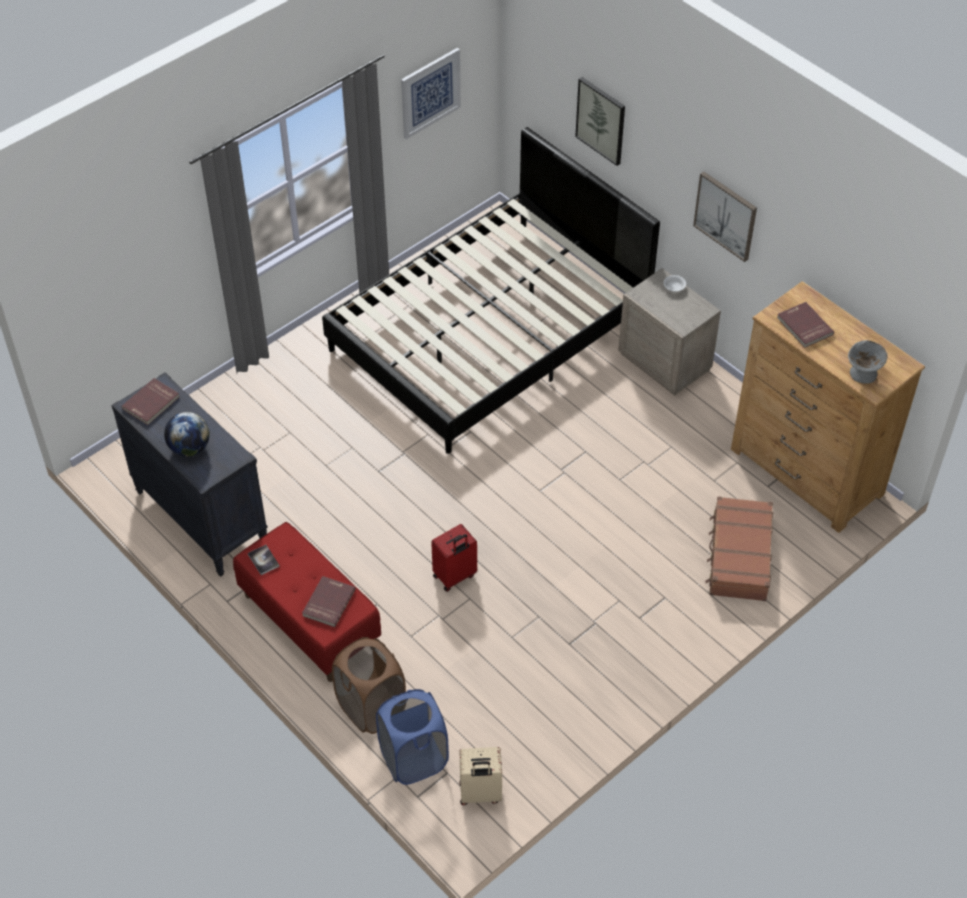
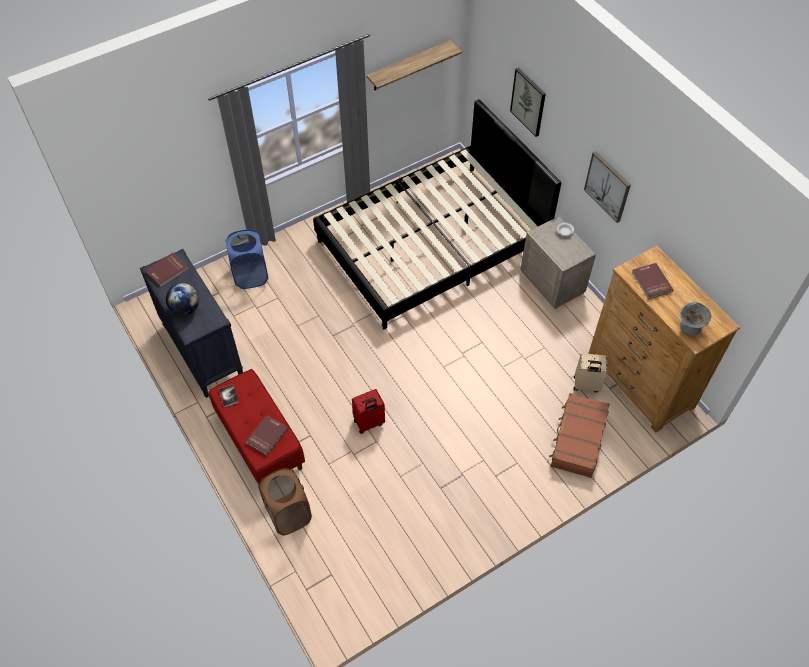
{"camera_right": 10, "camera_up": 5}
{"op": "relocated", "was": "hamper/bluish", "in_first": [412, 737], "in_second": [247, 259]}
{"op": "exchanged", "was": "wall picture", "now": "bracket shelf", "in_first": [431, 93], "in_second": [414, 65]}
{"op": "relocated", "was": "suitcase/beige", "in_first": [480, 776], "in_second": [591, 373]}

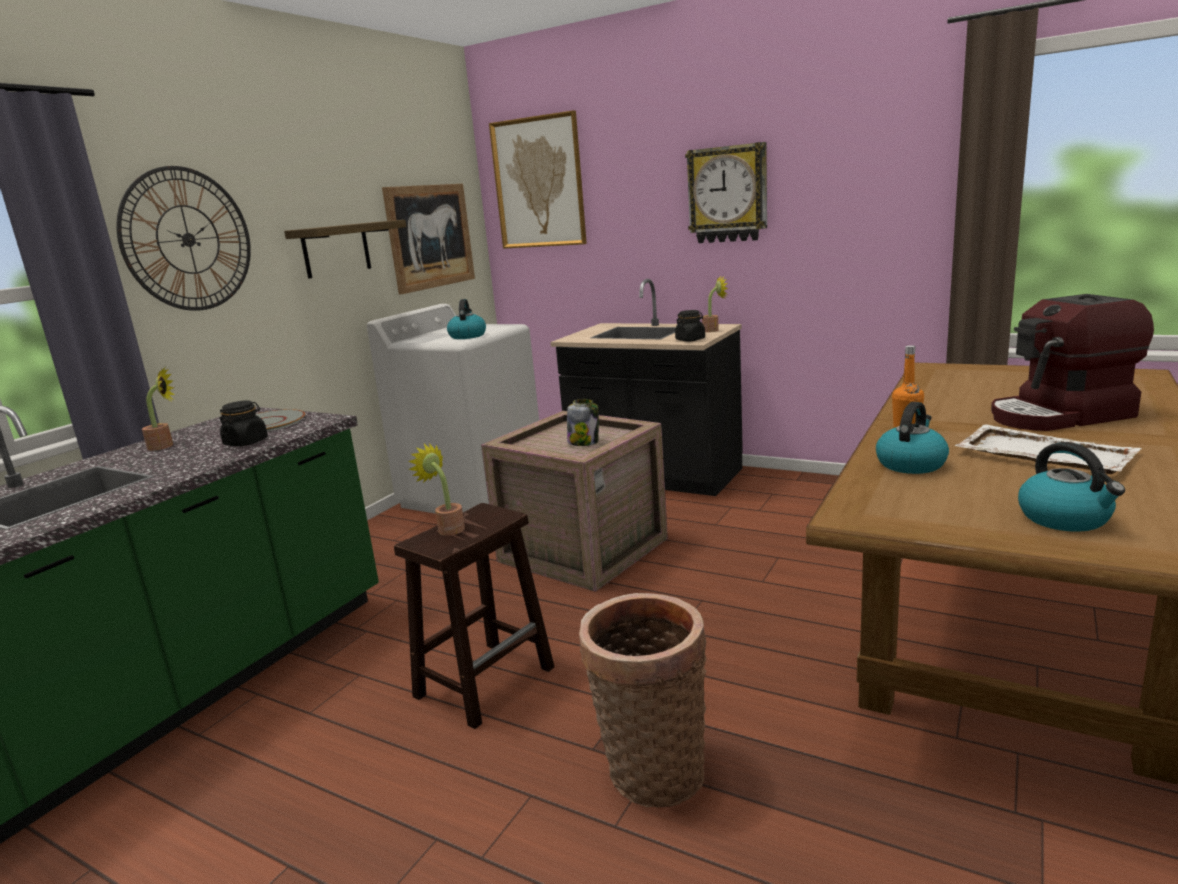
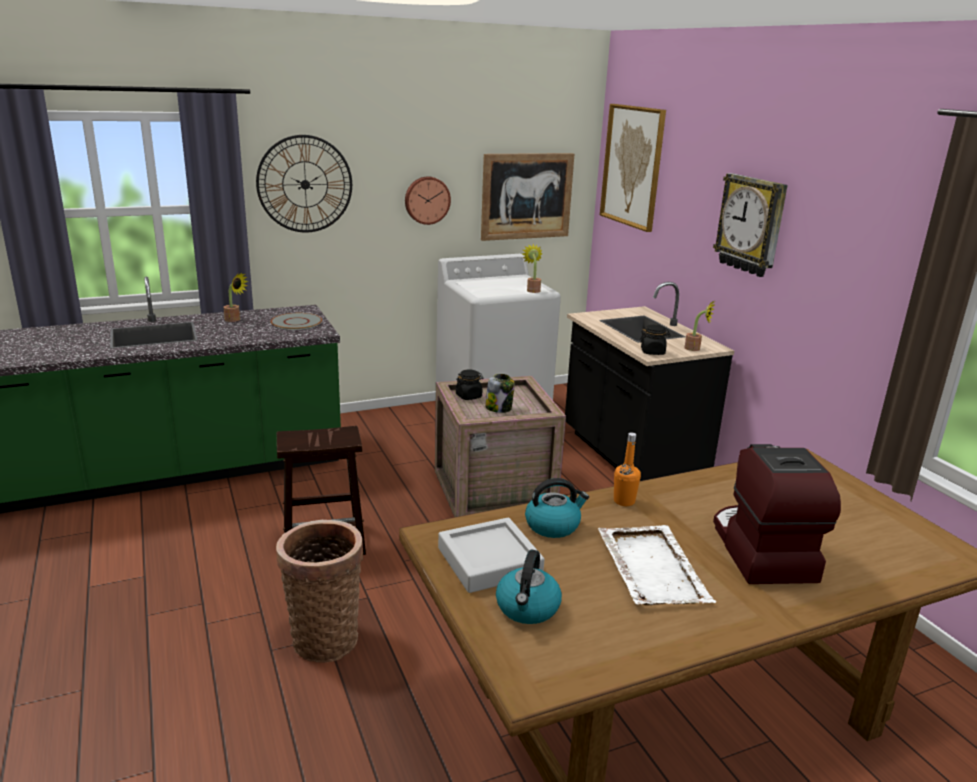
{"camera_right": 35, "camera_up": 5}
{"op": "relocated", "was": "jar/blackish", "in_first": [243, 423], "in_second": [469, 384]}
{"op": "exchanged", "was": "bracket shelf", "now": "hanging clock", "in_first": [345, 249], "in_second": [428, 200]}
{"op": "relocated", "was": "houseplant", "in_first": [436, 489], "in_second": [532, 268]}
{"op": "missing", "was": "water kettle", "in_first": [466, 319]}
{"op": "spun", "was": "coffee maker", "in_first": [1072, 362], "in_second": [777, 514], "clockwise": 60}
{"op": "appeared", "now": "carrying tray/gray", "in_second": [491, 555]}

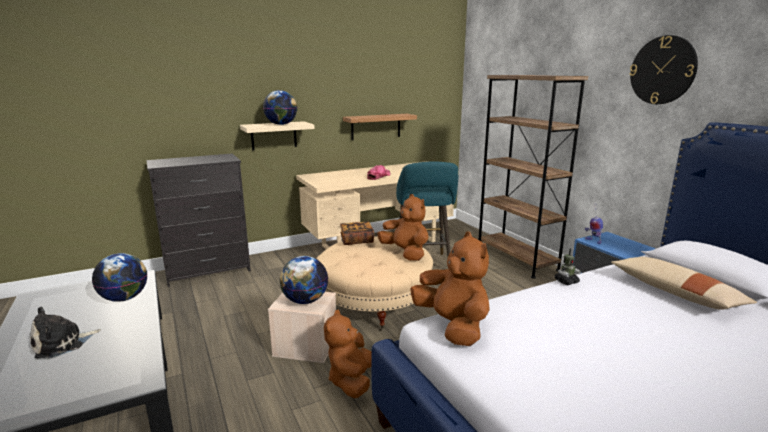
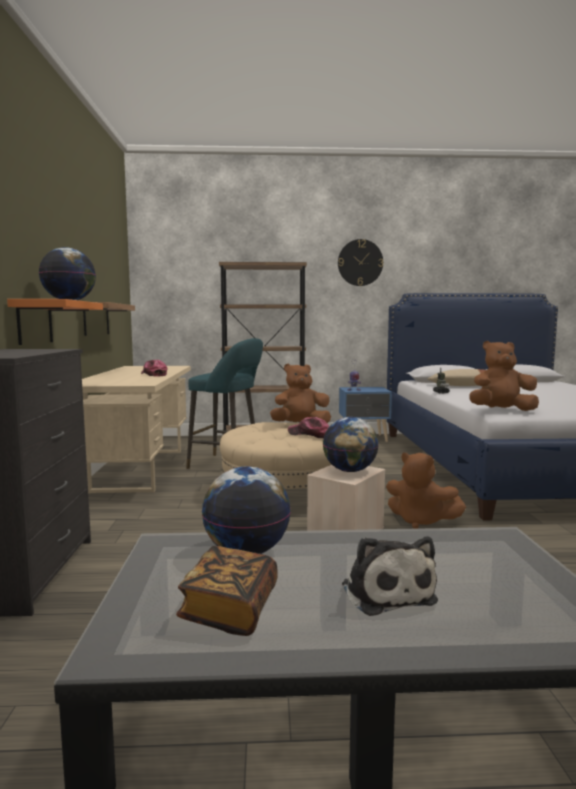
{"camera_right": -65, "camera_up": -10}
{"op": "colour", "was": "bracket shelf/beige", "now": "bracket shelf/orangey", "in_first": [277, 135], "in_second": [55, 322]}
{"op": "relocated", "was": "book", "in_first": [357, 233], "in_second": [227, 591]}
{"op": "appeared", "now": "peaked cap", "in_second": [308, 427]}

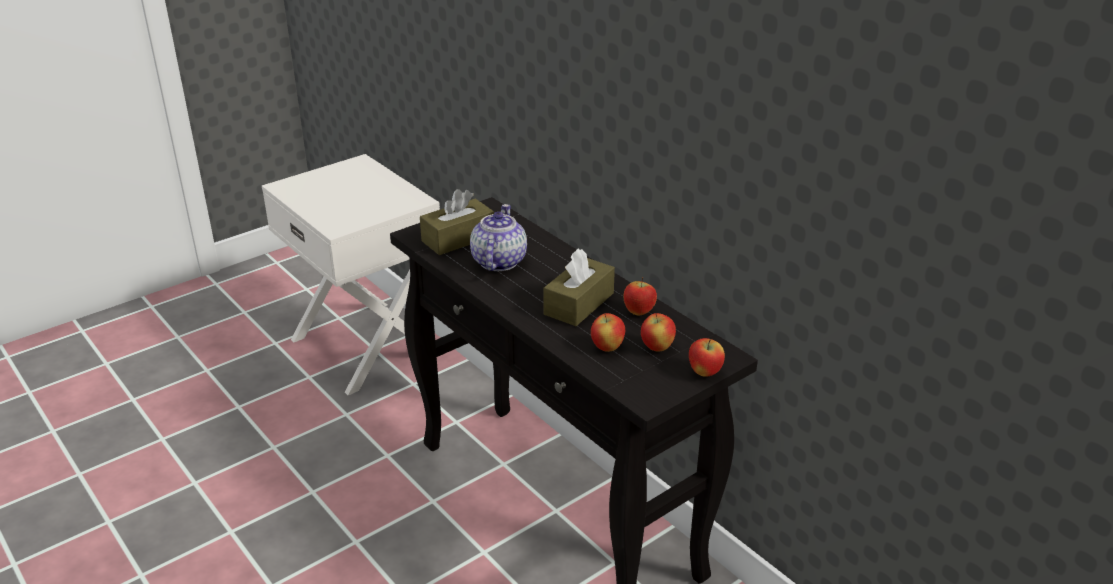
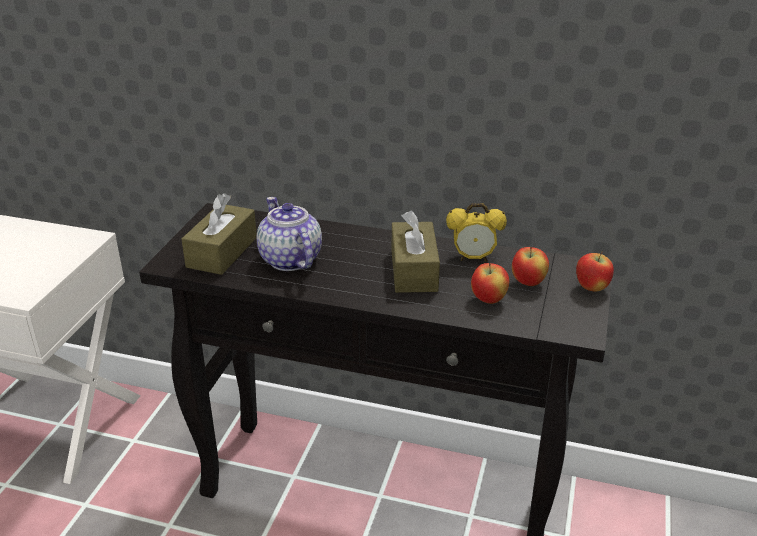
{"camera_right": -35, "camera_up": 0}
{"op": "exchanged", "was": "apple", "now": "alarm clock", "in_first": [640, 296], "in_second": [476, 232]}

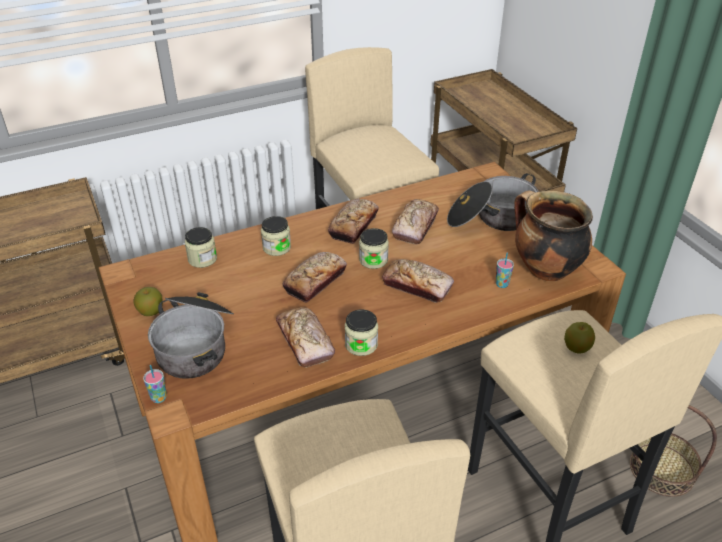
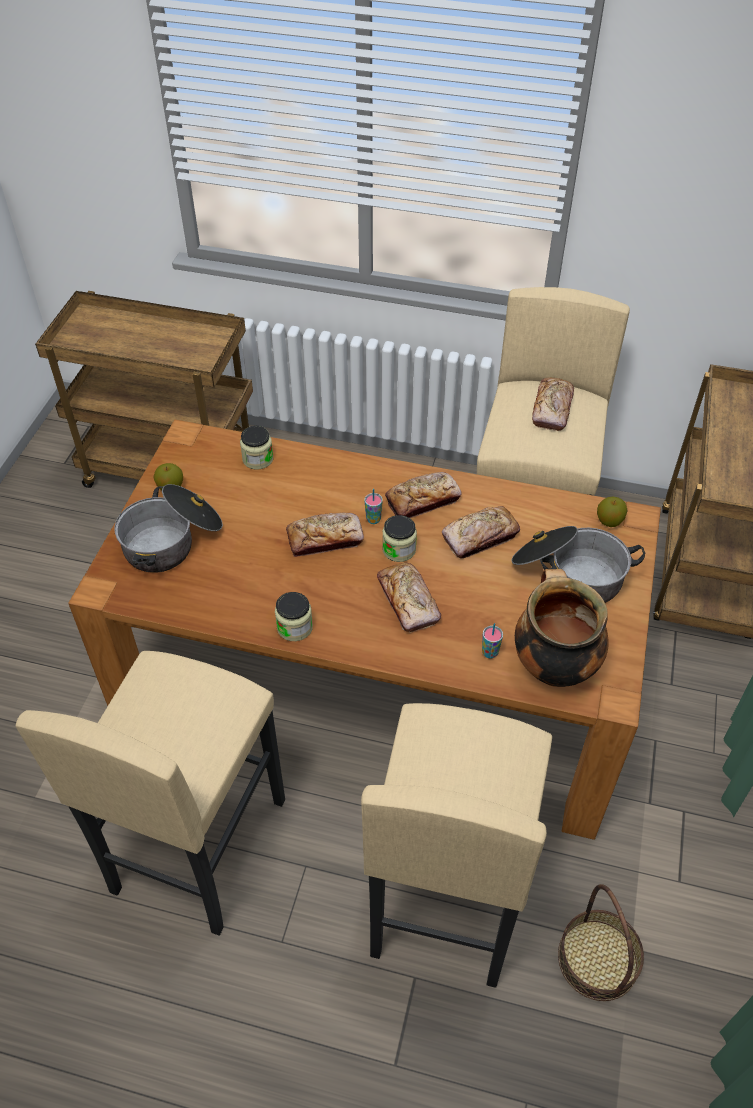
{"camera_right": 40, "camera_up": 10}
{"op": "relocated", "was": "small cup", "in_first": [155, 384], "in_second": [374, 506]}
{"op": "missing", "was": "jar", "in_first": [276, 236]}
{"op": "relocated", "was": "baked bread", "in_first": [305, 337], "in_second": [553, 404]}
{"op": "relocated", "was": "apple", "in_first": [579, 337], "in_second": [612, 512]}

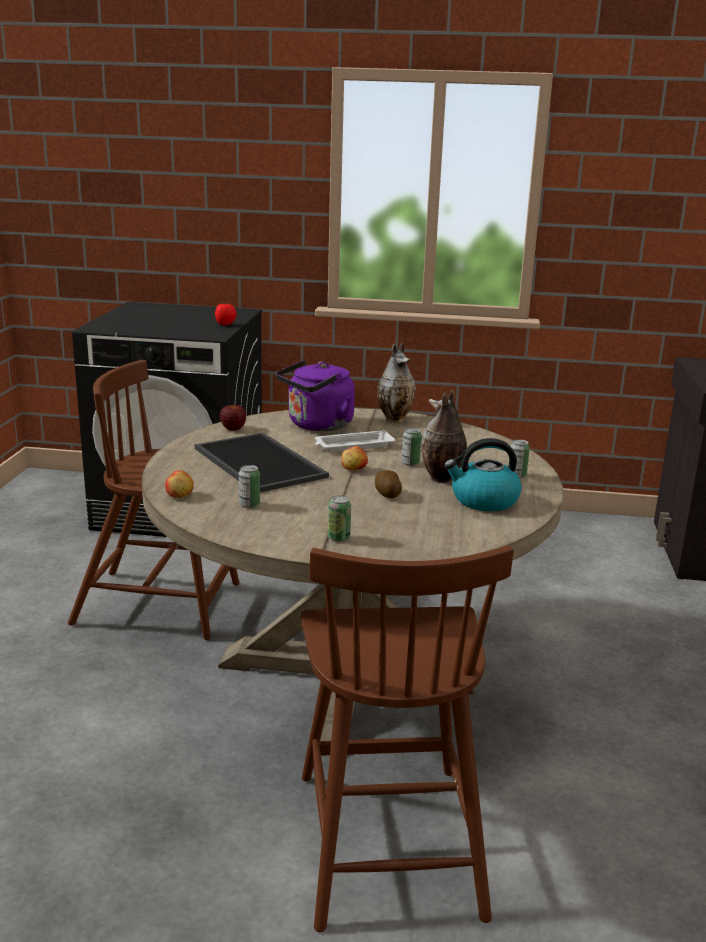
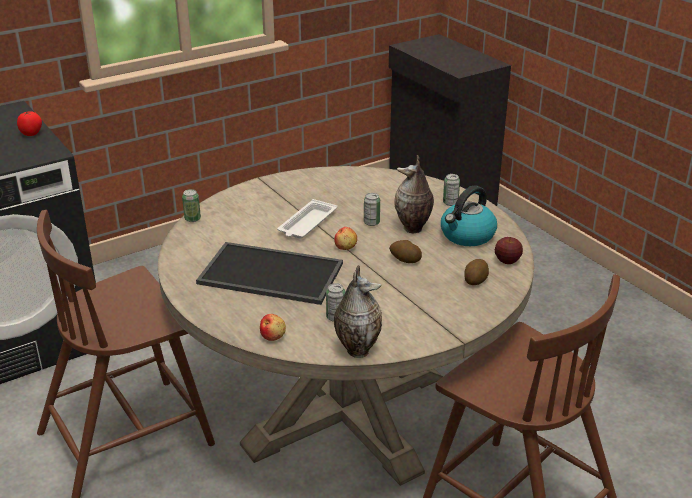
{"camera_right": -40, "camera_up": 10}
{"op": "relocated", "was": "apple", "in_first": [233, 417], "in_second": [509, 250]}
{"op": "missing", "was": "water kettle/purple-coloured", "in_first": [315, 395]}
{"op": "relocated", "was": "metal can", "in_first": [339, 518], "in_second": [191, 205]}
{"op": "relocated", "was": "vase", "in_first": [396, 383], "in_second": [358, 311]}
{"op": "appeared", "now": "spud", "in_second": [477, 272]}

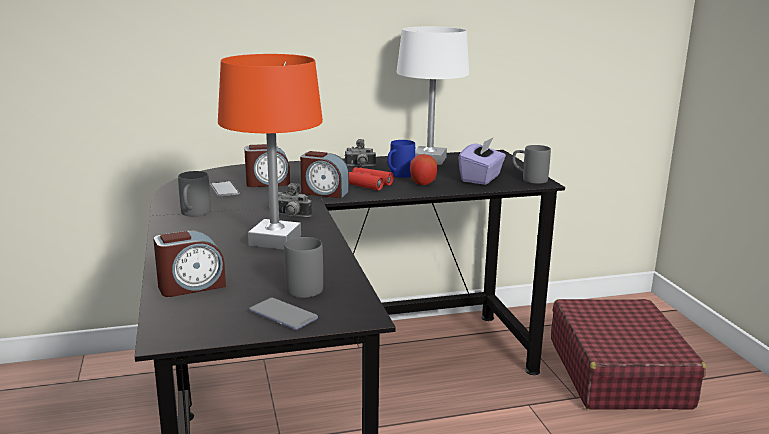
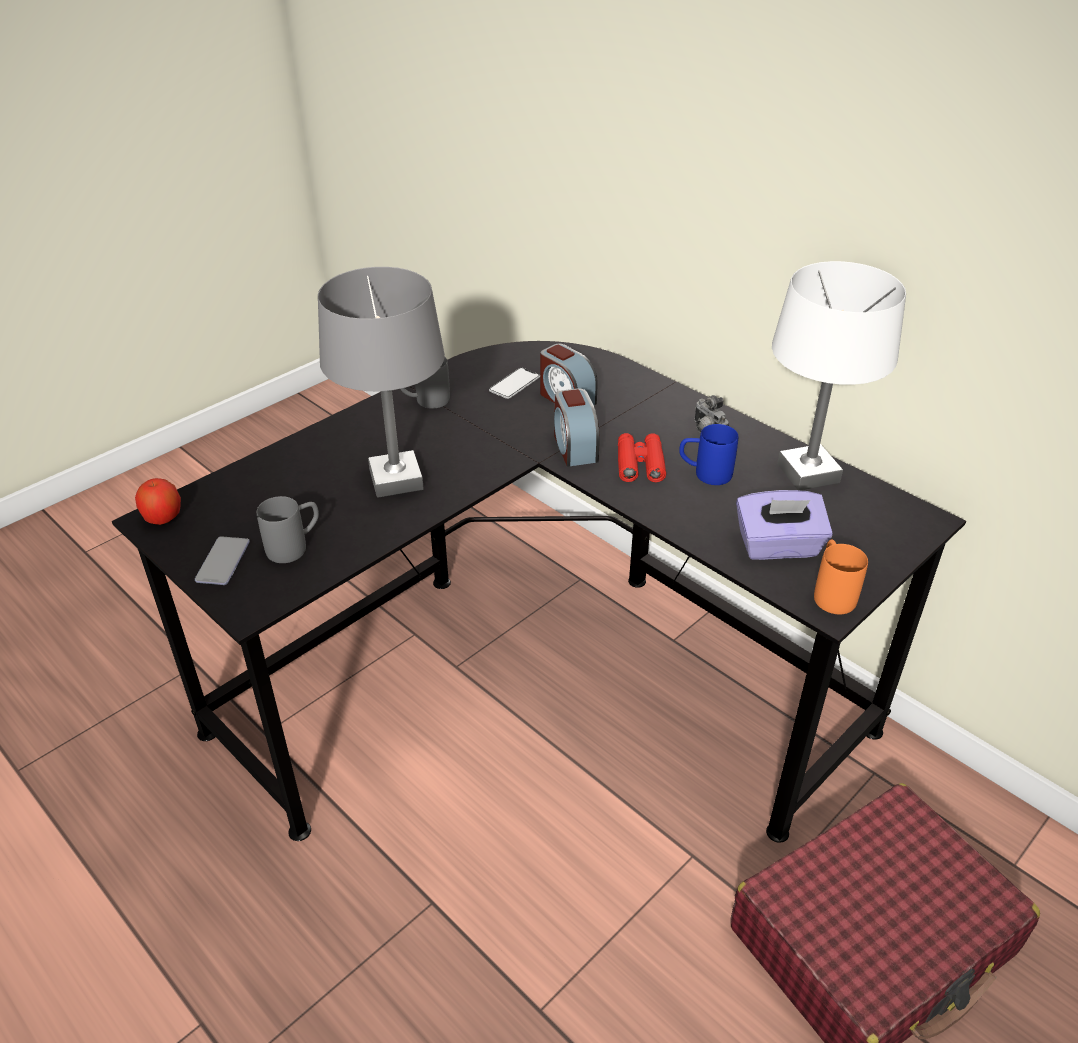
{"camera_right": 60, "camera_up": 20}
{"op": "missing", "was": "alarm clock", "in_first": [189, 264]}
{"op": "colour", "was": "lamp for a table/orangey", "now": "lamp for a table/gray", "in_first": [270, 152], "in_second": [381, 382]}
{"op": "missing", "was": "still camera", "in_first": [295, 200]}
{"op": "relocated", "was": "apple", "in_first": [423, 169], "in_second": [158, 501]}
{"op": "colour", "was": "coffee mug/gray", "now": "coffee mug/orangey", "in_first": [531, 164], "in_second": [841, 576]}

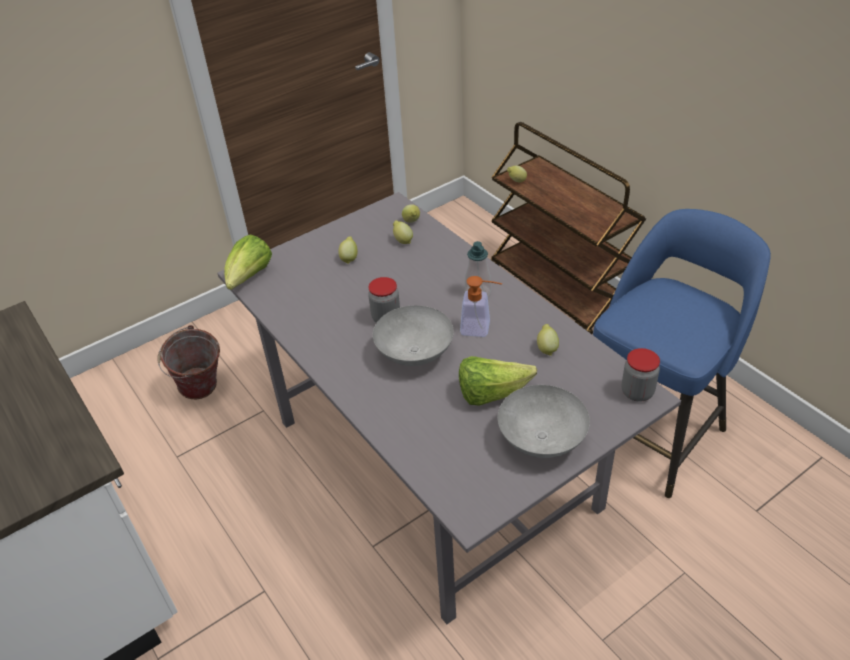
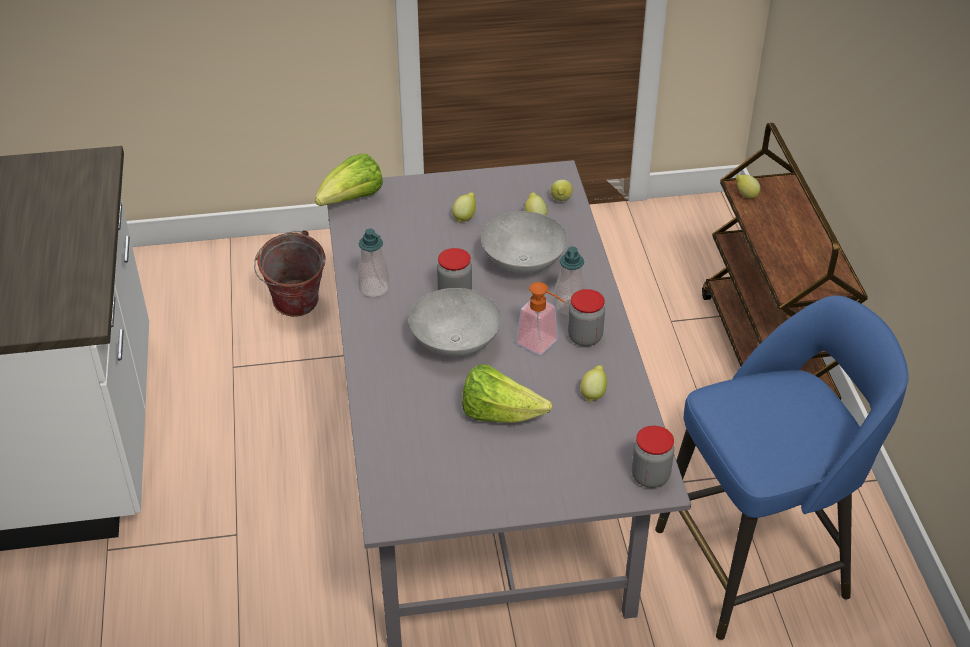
{"camera_right": 25, "camera_up": 0}
{"op": "relocated", "was": "bowl/gray", "in_first": [544, 421], "in_second": [524, 242]}
{"op": "appeared", "now": "soap bottle", "in_second": [374, 263]}
{"op": "appeared", "now": "jar", "in_second": [586, 317]}

